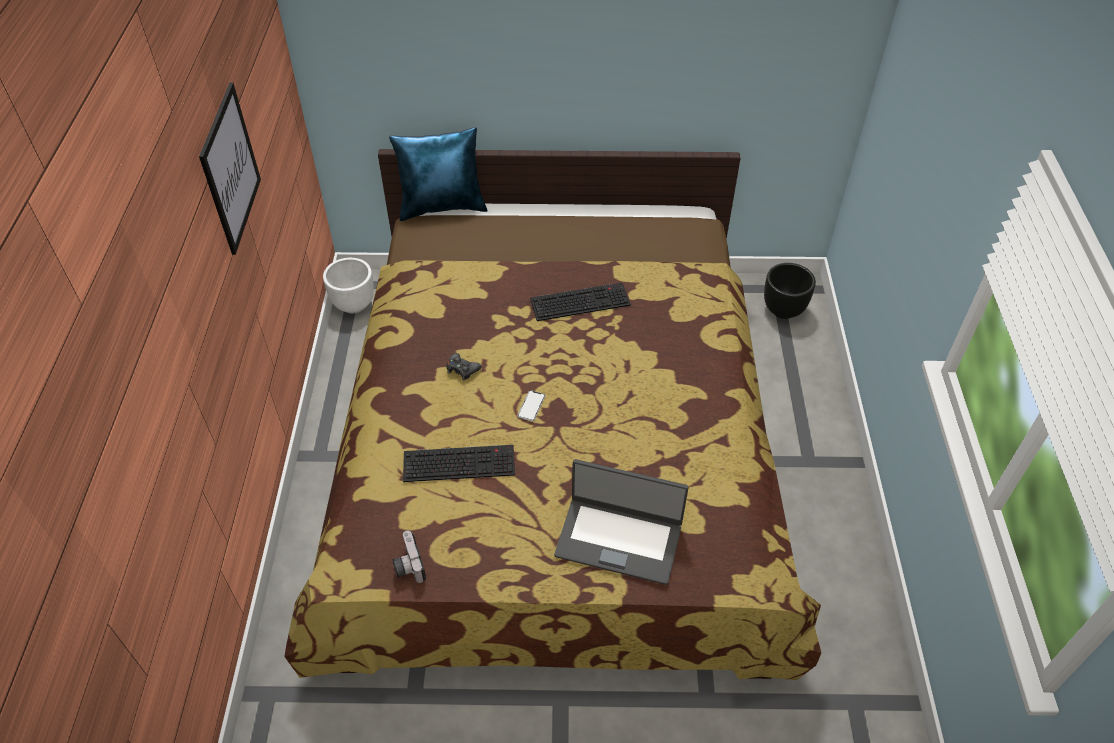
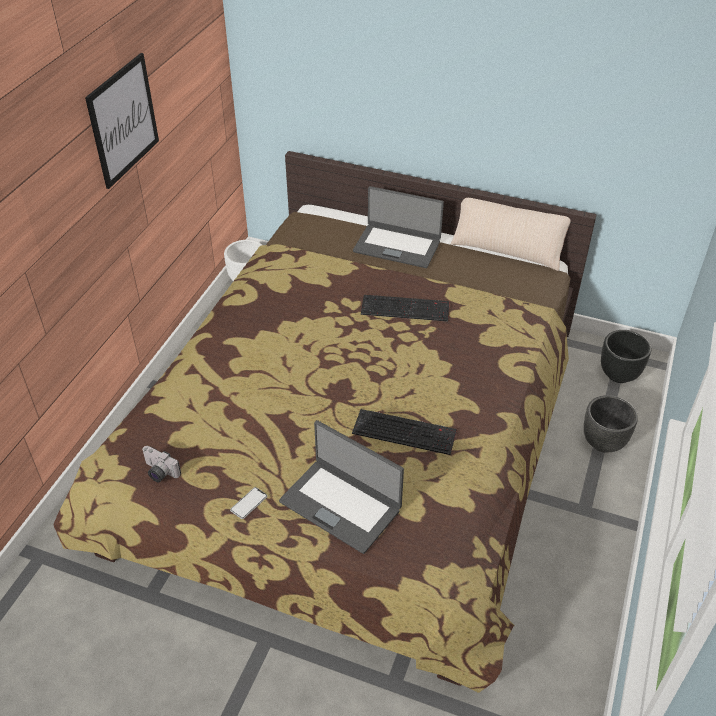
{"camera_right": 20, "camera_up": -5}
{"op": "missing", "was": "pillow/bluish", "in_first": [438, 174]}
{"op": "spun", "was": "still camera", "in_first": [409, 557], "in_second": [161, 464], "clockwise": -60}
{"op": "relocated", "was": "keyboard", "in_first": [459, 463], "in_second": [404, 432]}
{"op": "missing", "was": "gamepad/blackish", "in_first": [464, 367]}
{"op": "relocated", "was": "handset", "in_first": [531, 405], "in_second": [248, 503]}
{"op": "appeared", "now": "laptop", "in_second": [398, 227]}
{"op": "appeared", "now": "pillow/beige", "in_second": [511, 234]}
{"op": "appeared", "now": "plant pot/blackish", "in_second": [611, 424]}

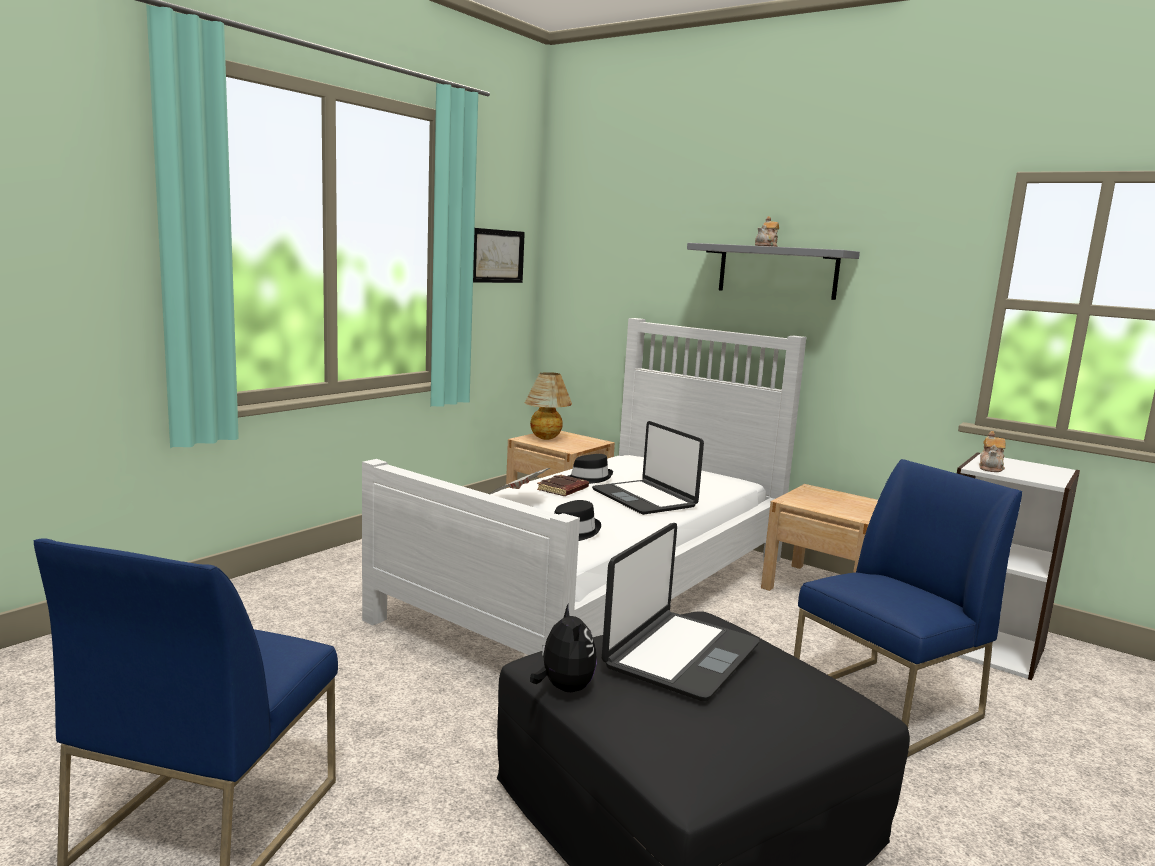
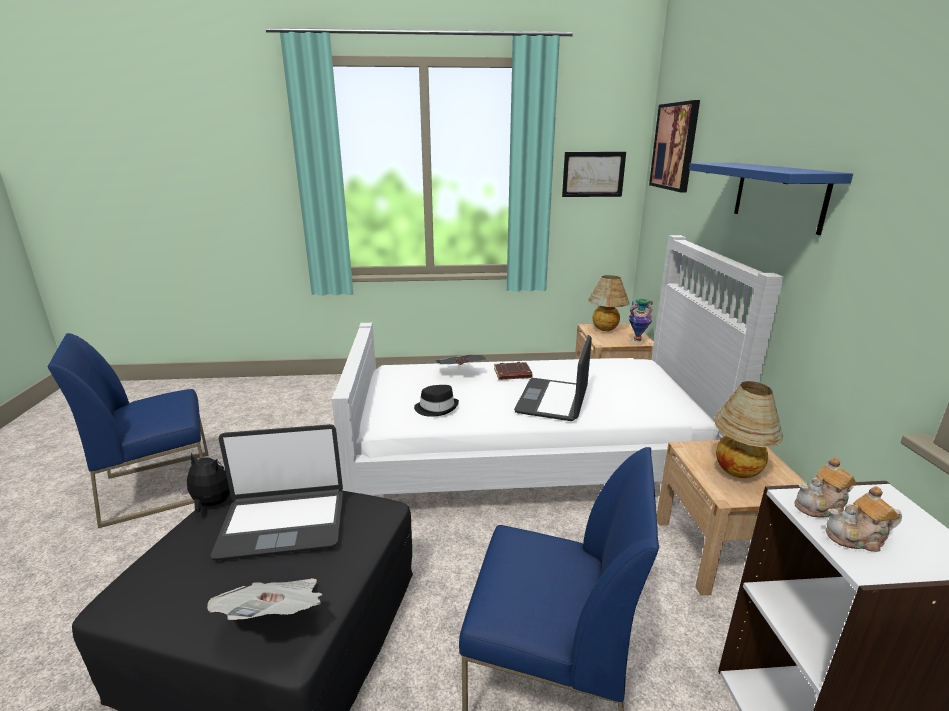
{"camera_right": 50, "camera_up": 10}
{"op": "spun", "was": "soft toy", "in_first": [563, 647], "in_second": [205, 482], "clockwise": -105}
{"op": "missing", "was": "wearable hat/blackish", "in_first": [590, 469]}
{"op": "colour", "was": "bracket shelf/gray", "now": "bracket shelf/bluish", "in_first": [773, 271], "in_second": [771, 199]}
{"op": "relocated", "was": "tea pot", "in_first": [767, 231], "in_second": [864, 519]}
{"op": "appeared", "now": "newspaper", "in_second": [264, 599]}
{"op": "appeared", "now": "vase", "in_second": [641, 322]}
{"op": "appeared", "now": "wall picture", "in_second": [674, 146]}
{"op": "appeared", "now": "lamp for a table", "in_second": [748, 429]}

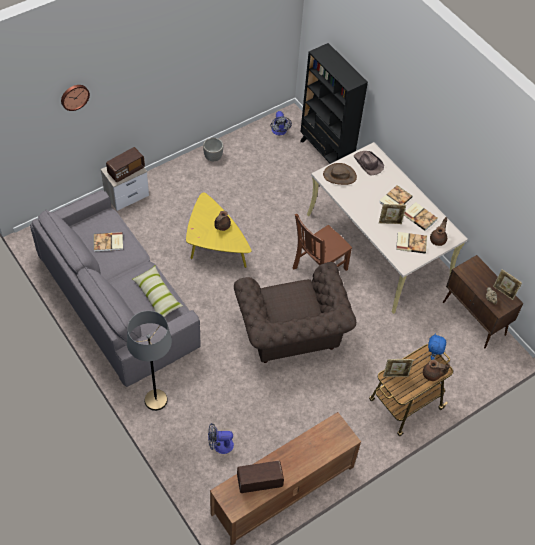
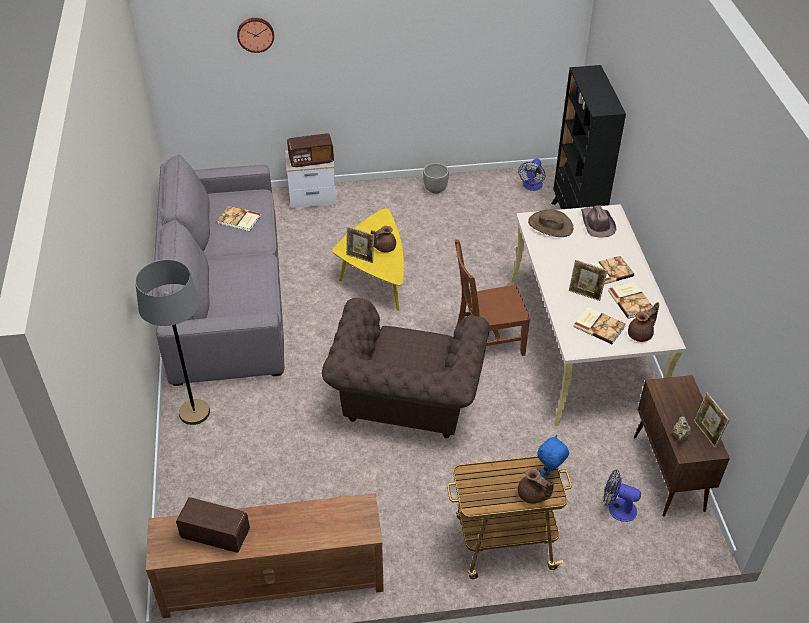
{"camera_right": 30, "camera_up": -10}
{"op": "missing", "was": "pillow", "in_first": [157, 291]}
{"op": "relocated", "was": "electric fan", "in_first": [221, 438], "in_second": [622, 496]}
{"op": "relocated", "was": "standing frame", "in_first": [398, 368], "in_second": [360, 244]}

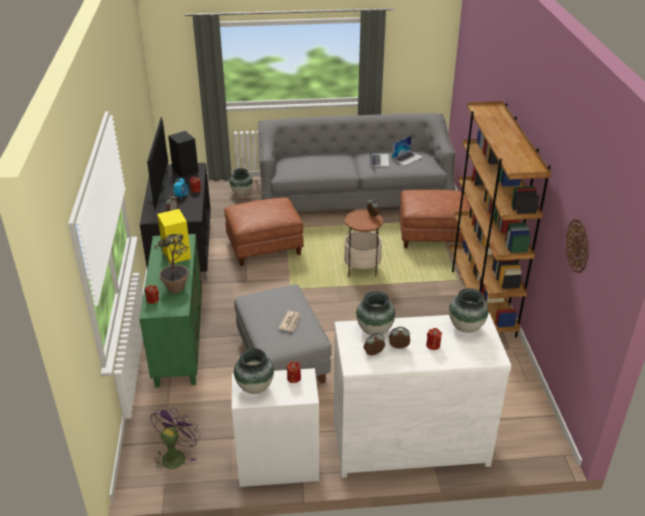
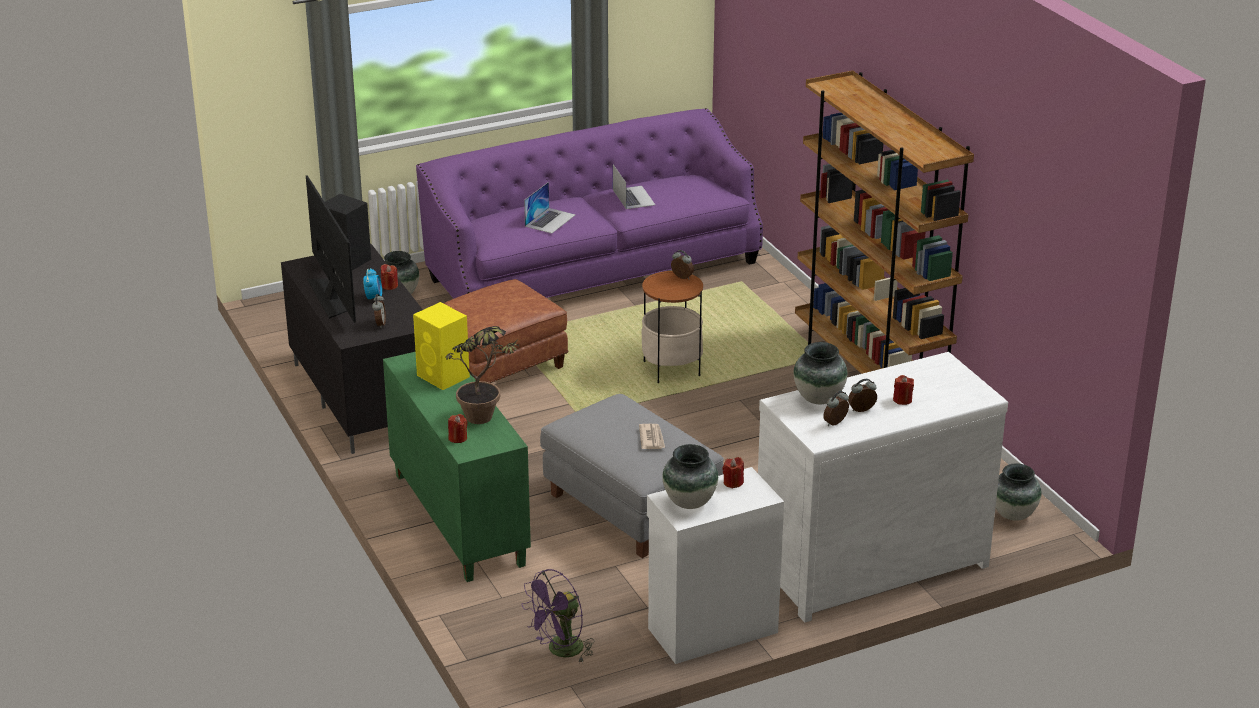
{"camera_right": -20, "camera_up": -5}
{"op": "spun", "was": "electric fan/purple-coloured", "in_first": [175, 439], "in_second": [558, 615], "clockwise": -135}
{"op": "colour", "was": "couch/gray", "now": "couch/purple-coloured", "in_first": [356, 162], "in_second": [589, 203]}
{"op": "relocated", "was": "laptop", "in_first": [407, 151], "in_second": [550, 207]}
{"op": "missing", "was": "pouffe/brown", "in_first": [434, 218]}
{"op": "relocated", "was": "vase", "in_first": [468, 310], "in_second": [1018, 492]}
{"op": "missing", "was": "hanging clock", "in_first": [577, 246]}

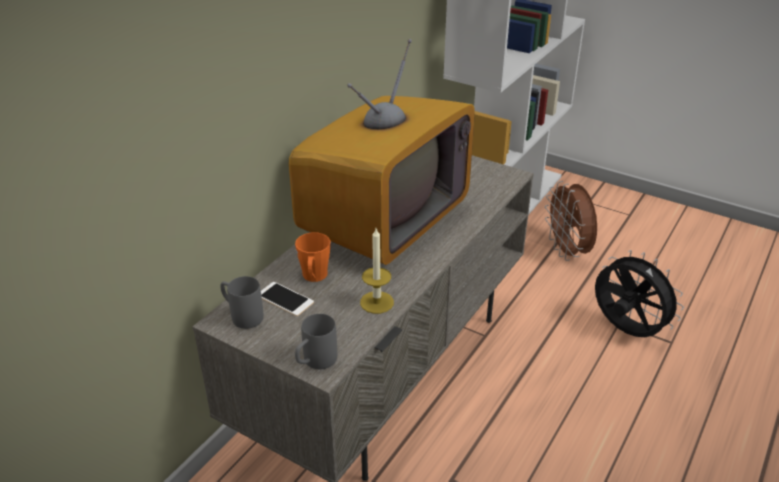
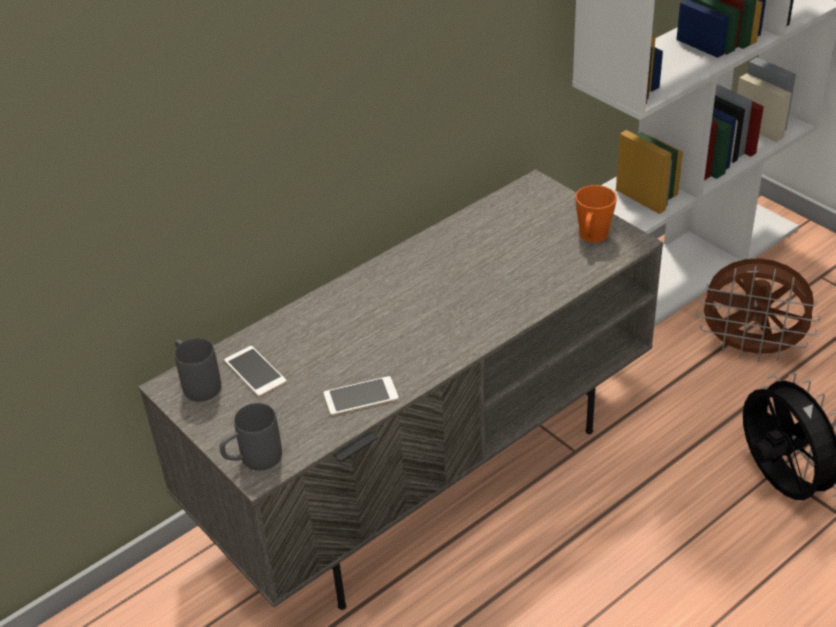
{"camera_right": 20, "camera_up": 5}
{"op": "missing", "was": "TV", "in_first": [382, 152]}
{"op": "relocated", "was": "coffee mug/orangey", "in_first": [313, 257], "in_second": [596, 214]}
{"op": "exchanged", "was": "candle", "now": "handset", "in_first": [377, 271], "in_second": [361, 395]}
{"op": "spun", "was": "electric fan/brown", "in_first": [571, 221], "in_second": [758, 310], "clockwise": -75}

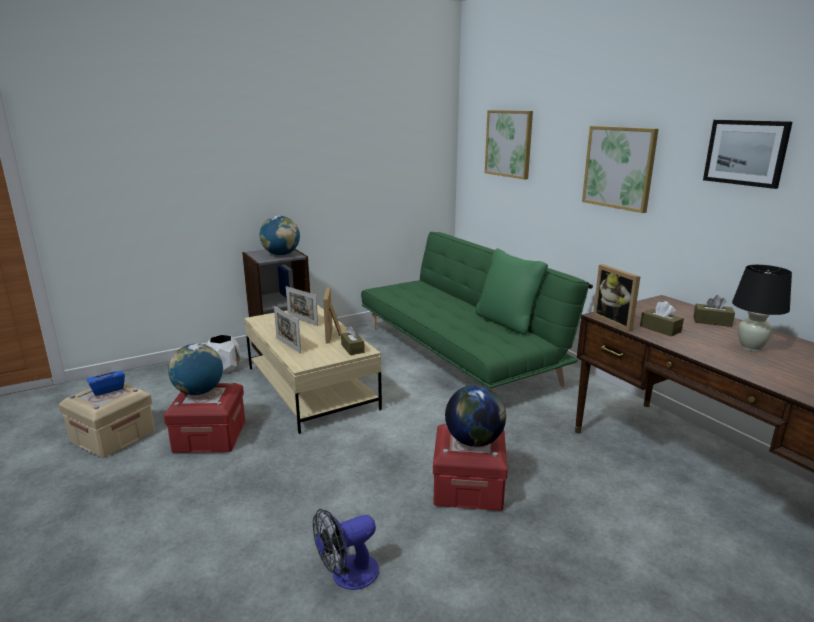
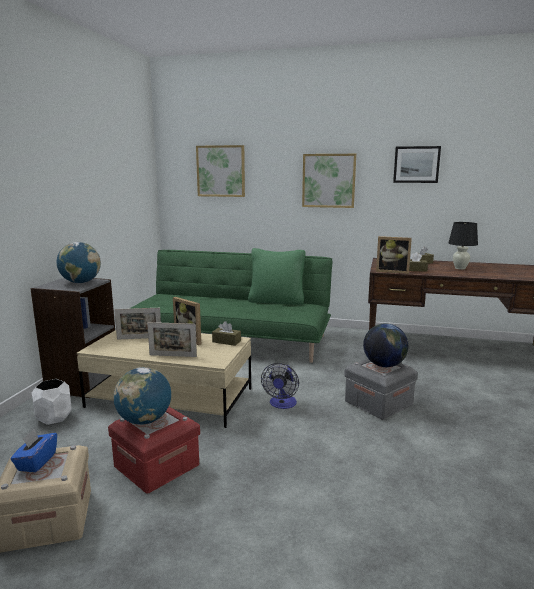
{"camera_right": -45, "camera_up": -5}
{"op": "relocated", "was": "electric fan", "in_first": [346, 549], "in_second": [280, 386]}
{"op": "colour", "was": "storage container/red-coloured", "now": "storage container/gray", "in_first": [470, 467], "in_second": [381, 389]}

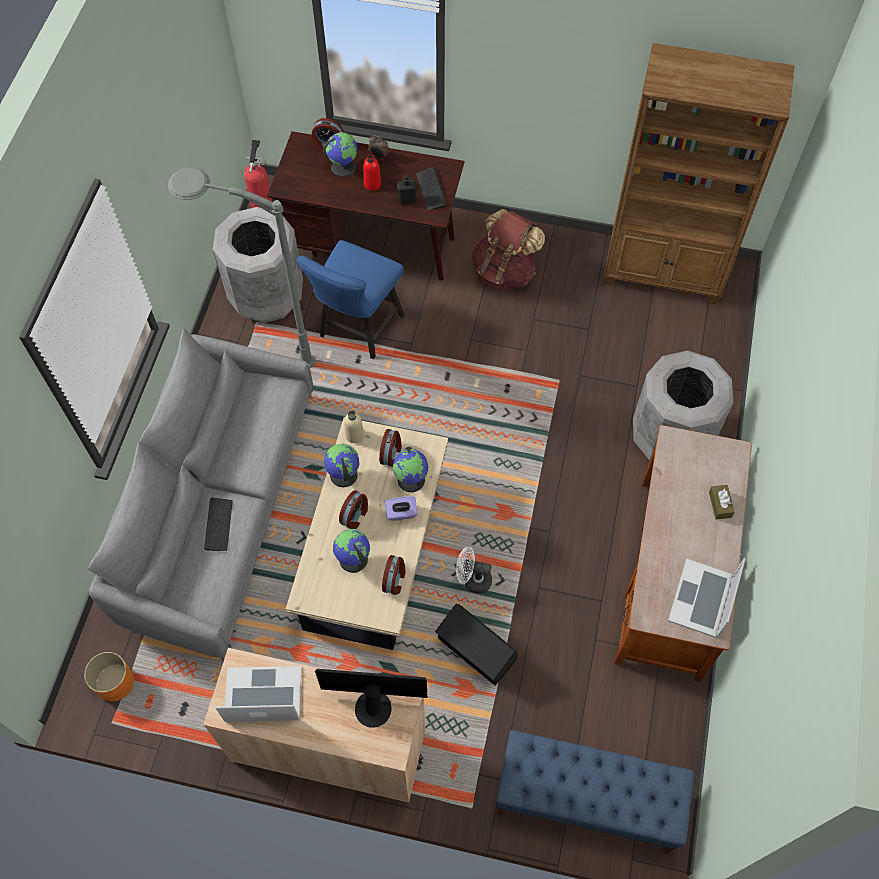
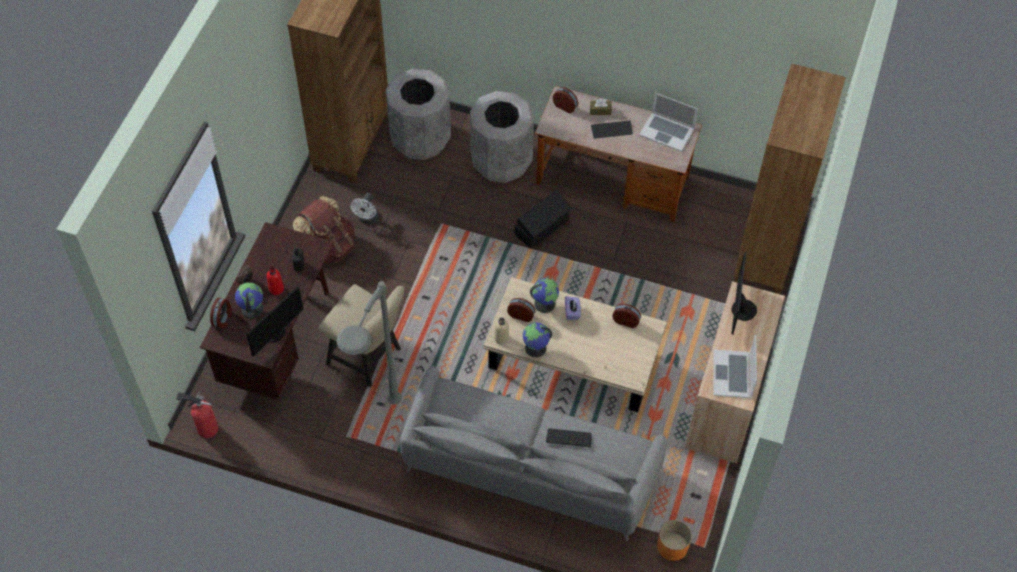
{"camera_right": -85, "camera_up": -5}
{"op": "relocated", "was": "rubbish bin/gray", "in_first": [258, 265], "in_second": [418, 114]}
{"op": "colour", "was": "chair/bluish", "now": "chair/beige", "in_first": [350, 299], "in_second": [361, 335]}
{"op": "missing", "was": "globe", "in_first": [351, 551]}
{"op": "relocated", "was": "alarm clock", "in_first": [353, 509], "in_second": [565, 100]}
{"op": "relocated", "was": "keyboard", "in_first": [431, 189], "in_second": [612, 130]}
{"op": "relocated", "was": "storage container/blackish", "in_first": [476, 644], "in_second": [543, 219]}
{"op": "relocated", "was": "electric fan/white-coloured", "in_first": [474, 570], "in_second": [364, 208]}
{"op": "exchanged", "was": "bench/bluish", "now": "bookshelf/brown", "in_first": [595, 792], "in_second": [790, 179]}
{"op": "appeared", "now": "computer display", "in_second": [275, 320]}

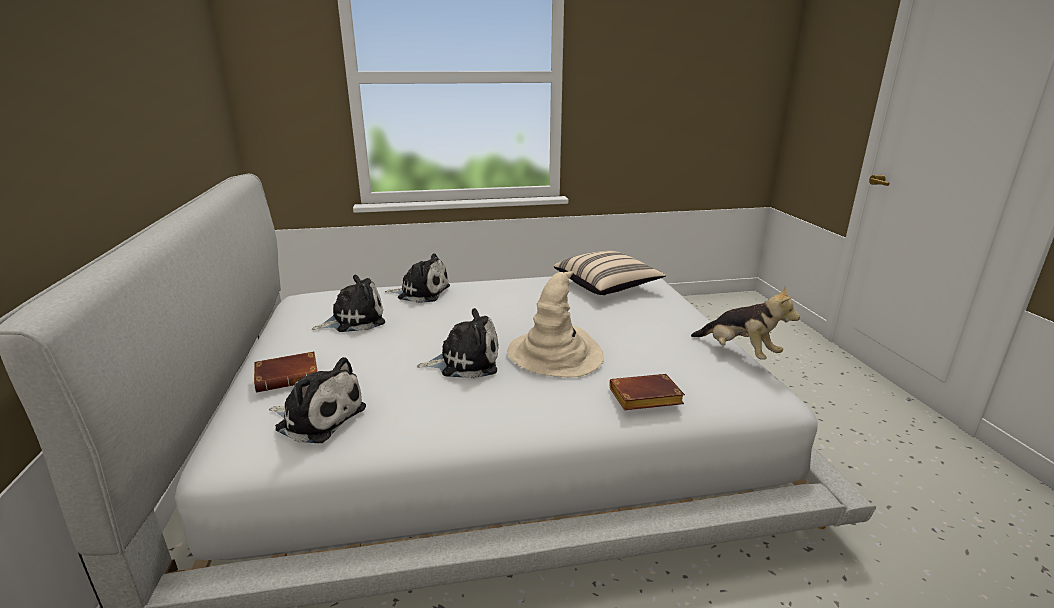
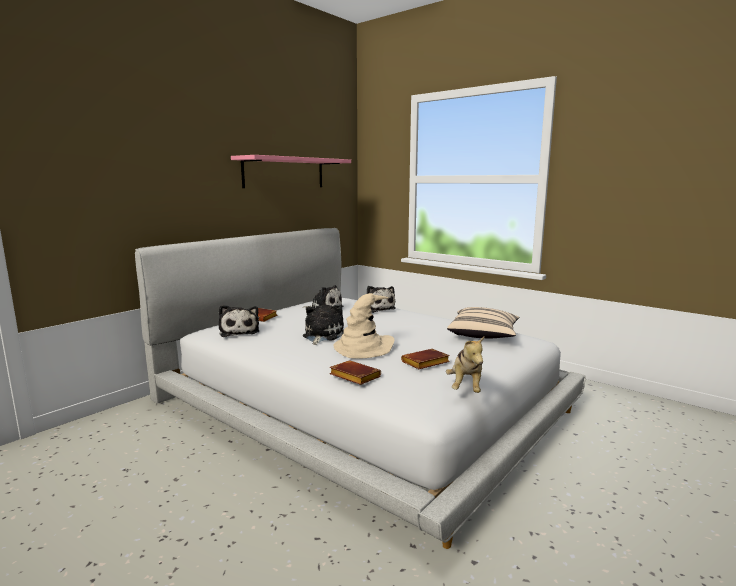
{"camera_right": 50, "camera_up": -10}
{"op": "spun", "was": "soft toy", "in_first": [457, 343], "in_second": [323, 325], "clockwise": -120}
{"op": "appeared", "now": "bracket shelf/pinkish", "in_second": [291, 171]}
{"op": "appeared", "now": "book/brown", "in_second": [425, 359]}

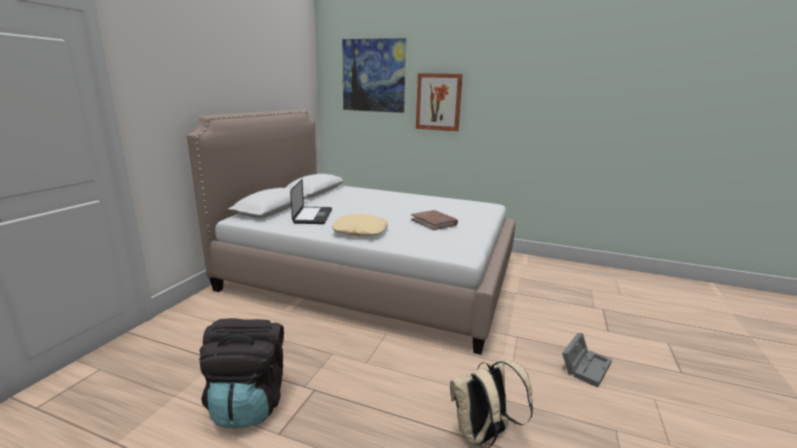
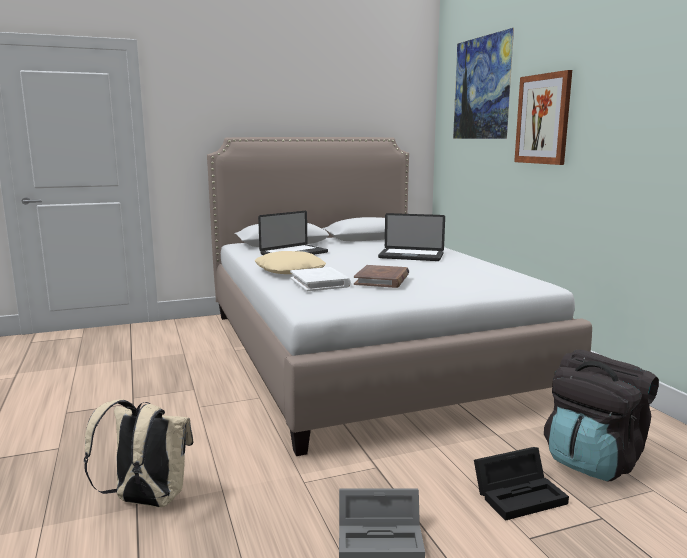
{"camera_right": 50, "camera_up": -5}
{"op": "relocated", "was": "knapsack/blackish", "in_first": [241, 373], "in_second": [601, 415]}
{"op": "appeared", "now": "book/white-coloured", "in_second": [320, 279]}
{"op": "appeared", "now": "laptop", "in_second": [411, 237]}
{"op": "appeared", "now": "storage container/blackish", "in_second": [521, 484]}

